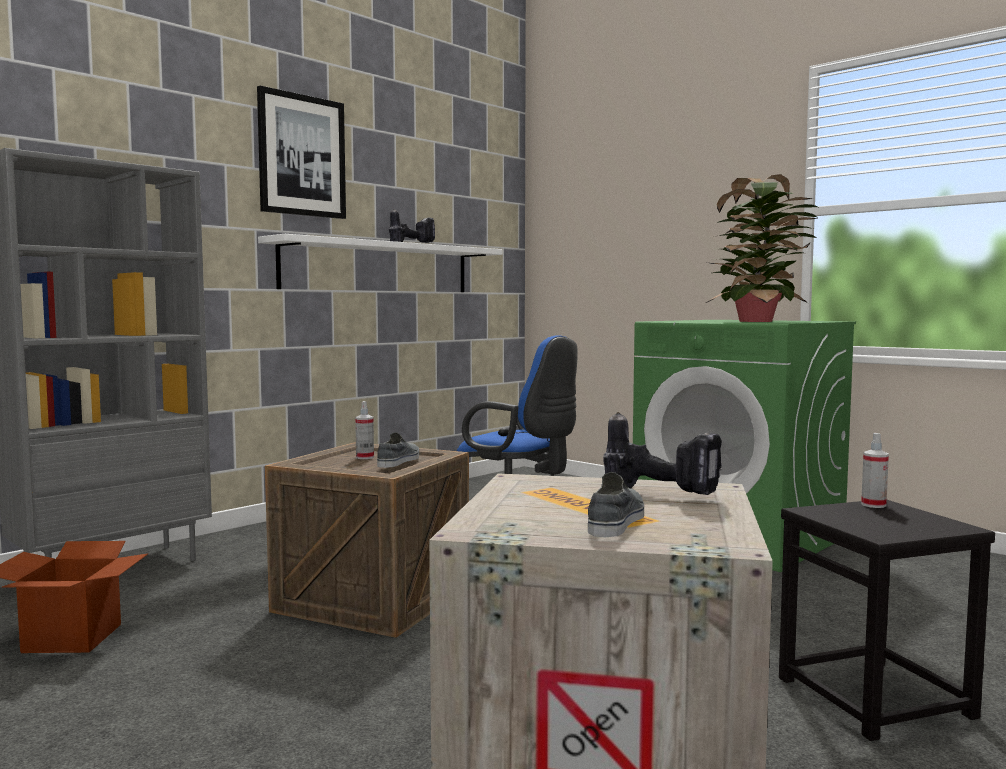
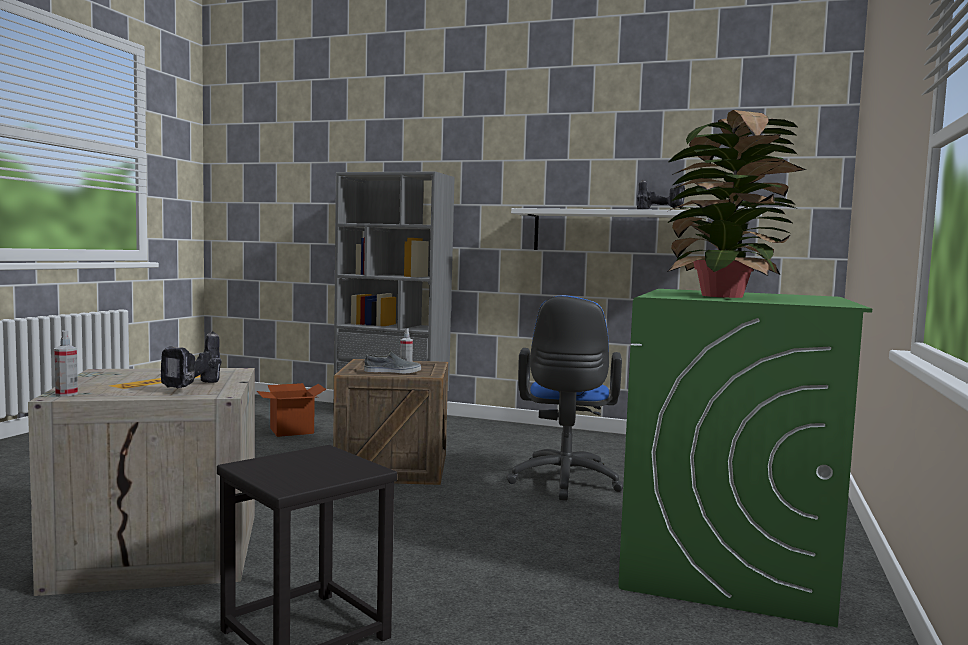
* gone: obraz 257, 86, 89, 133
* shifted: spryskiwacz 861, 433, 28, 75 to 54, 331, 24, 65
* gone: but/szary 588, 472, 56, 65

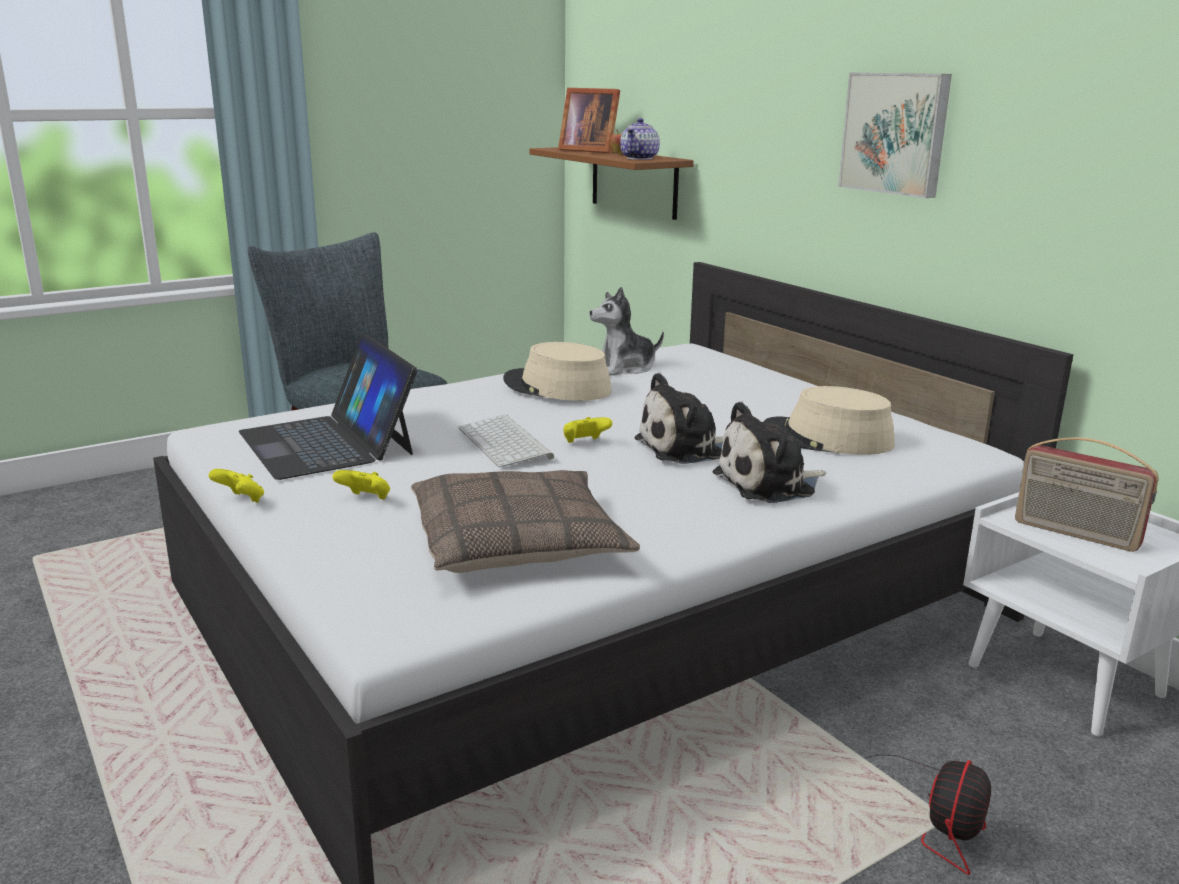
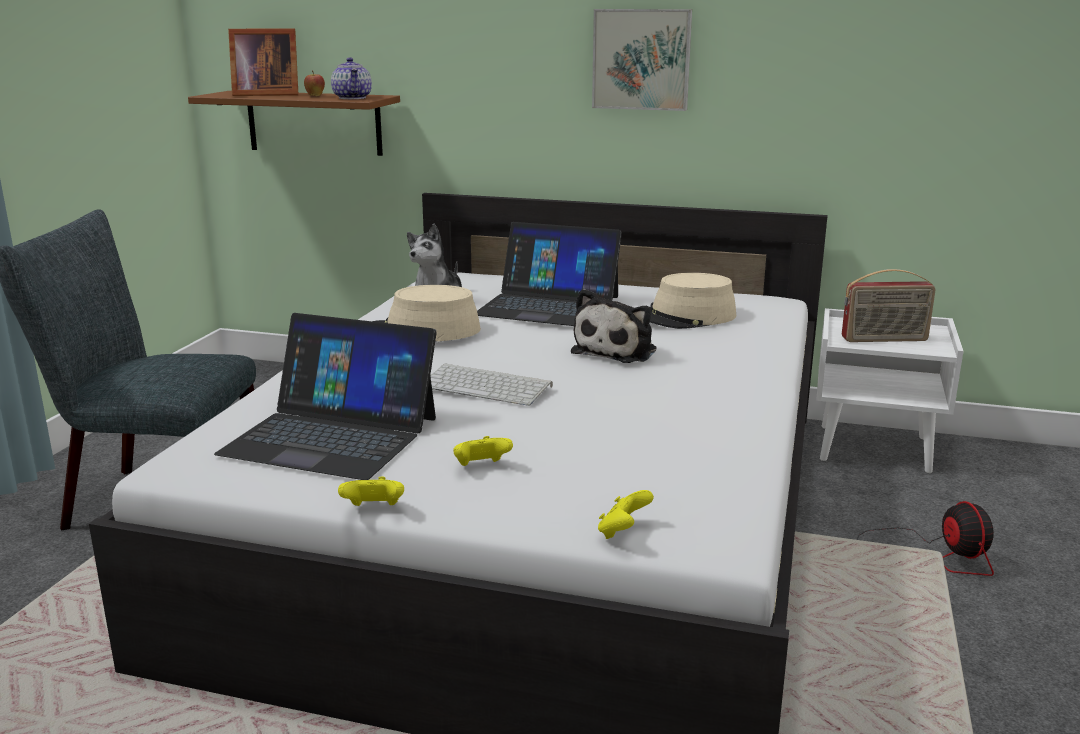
* gone: pluszak 713, 401, 113, 102
* shifted: pad do gier/żółty 563, 417, 49, 26 to 598, 490, 56, 49
* gone: poduszka 411, 470, 229, 103
* new: laptop 477, 222, 145, 104

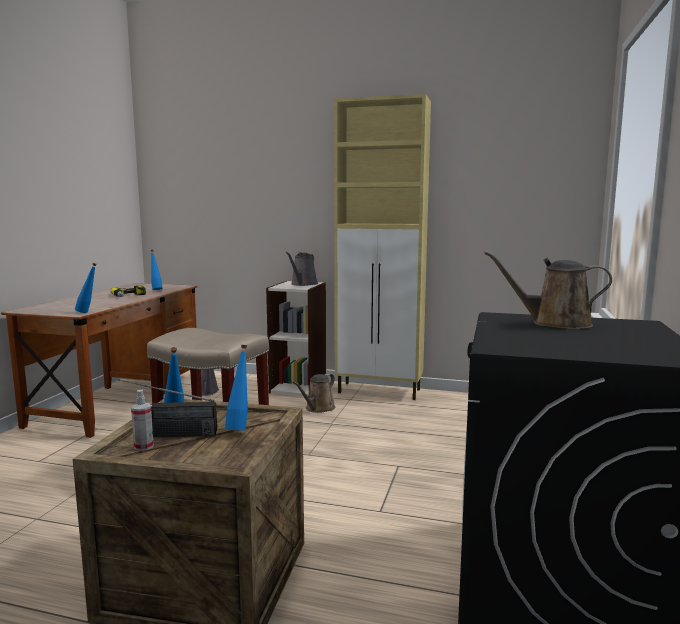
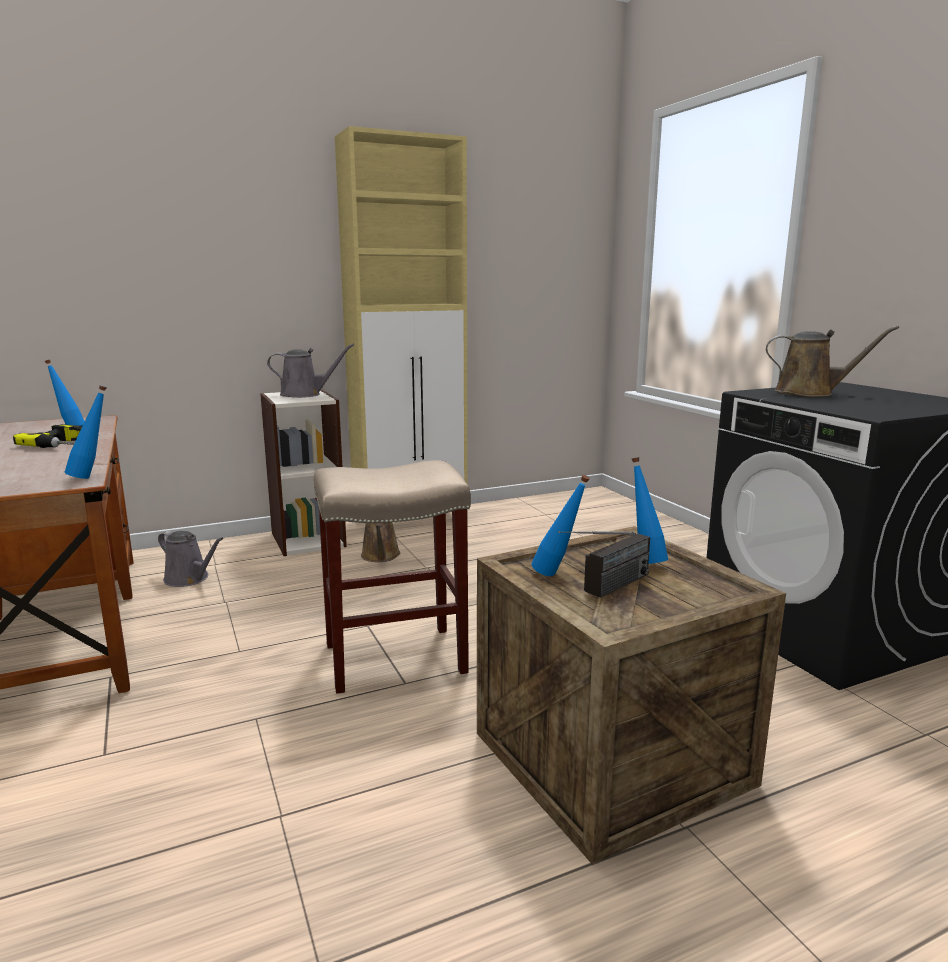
* rotated: konewka/brązowy 484, 251, 128, 78 = 766, 325, 133, 72 135 degrees counterclockwise
* rotated: konewka/szary 286, 252, 32, 34 = 267, 344, 87, 54 75 degrees counterclockwise
* gone: spryskiwacz 131, 390, 23, 61

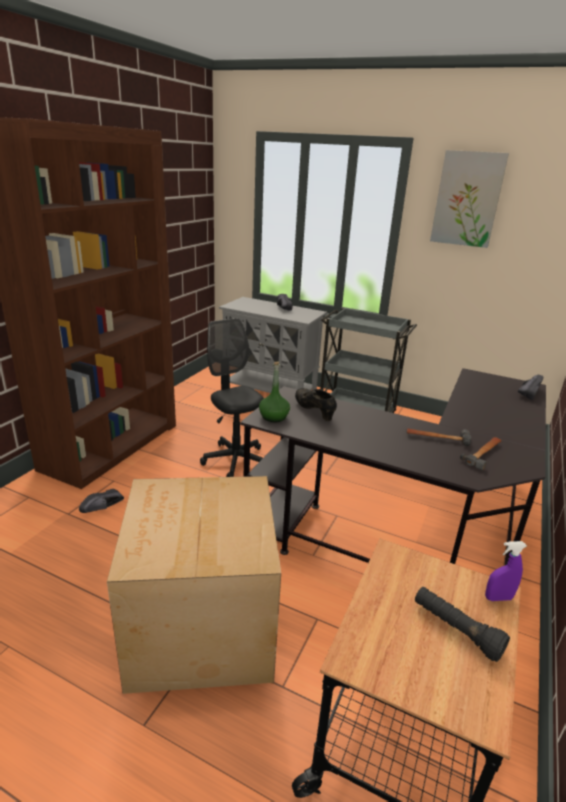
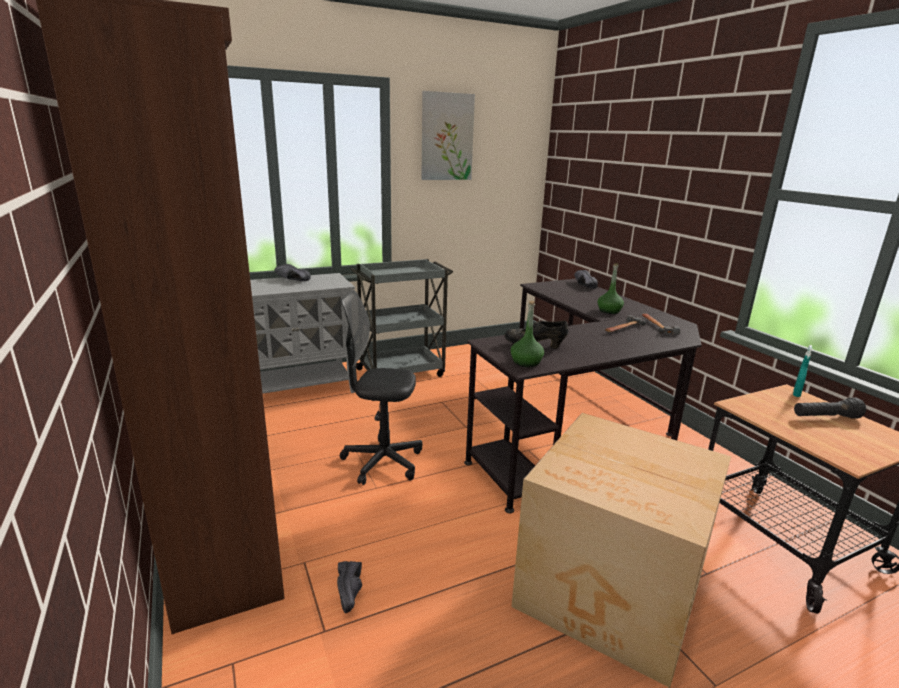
* repainted: spryskiwacz/fioletowy 485, 541, 42, 60 to spryskiwacz/turkusowy 793, 345, 19, 52
* new: butelka/zielony 597, 263, 27, 51

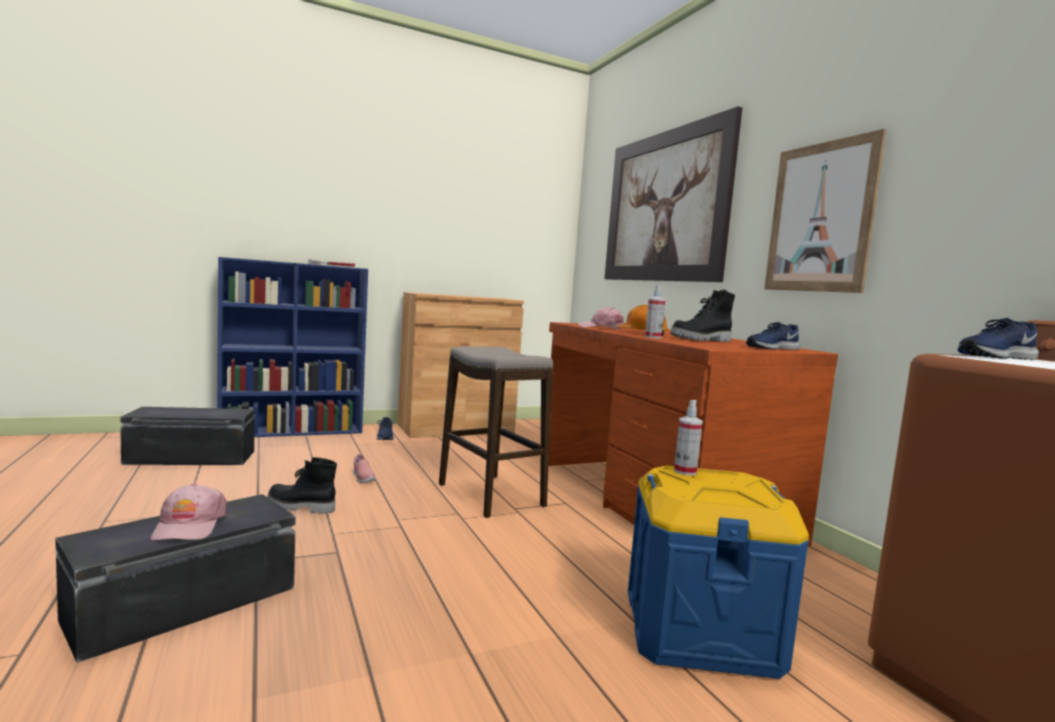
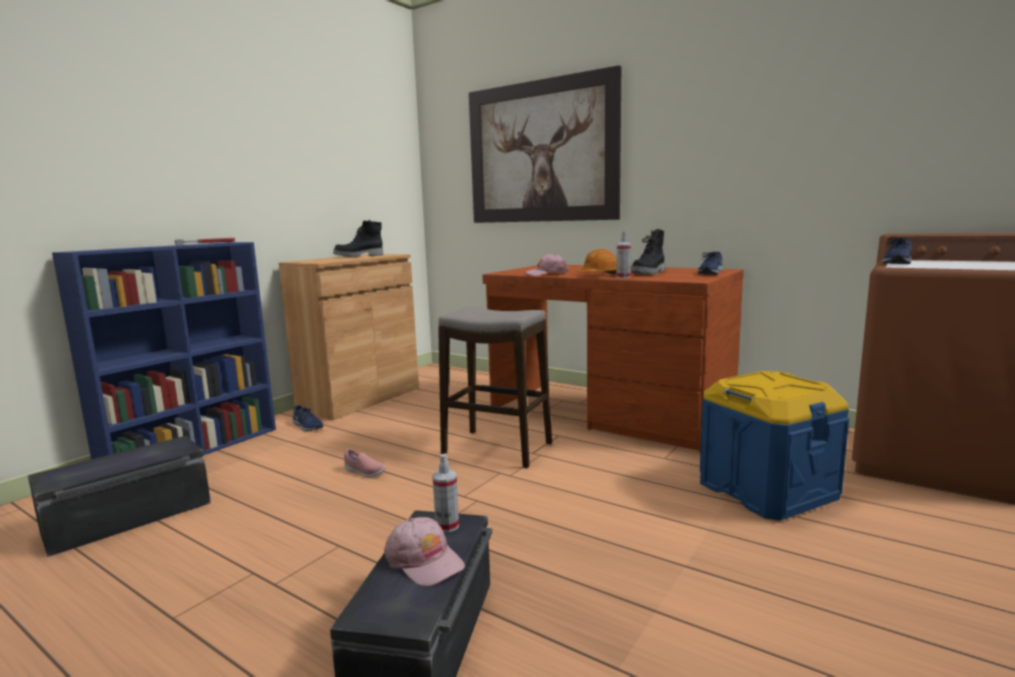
* gone: obraz 764, 129, 123, 164
* shifted: spryskiwacz 674, 400, 28, 76 to 432, 454, 27, 78
* shifted: but z cholewką/czarny 267, 457, 70, 57 to 333, 220, 50, 37

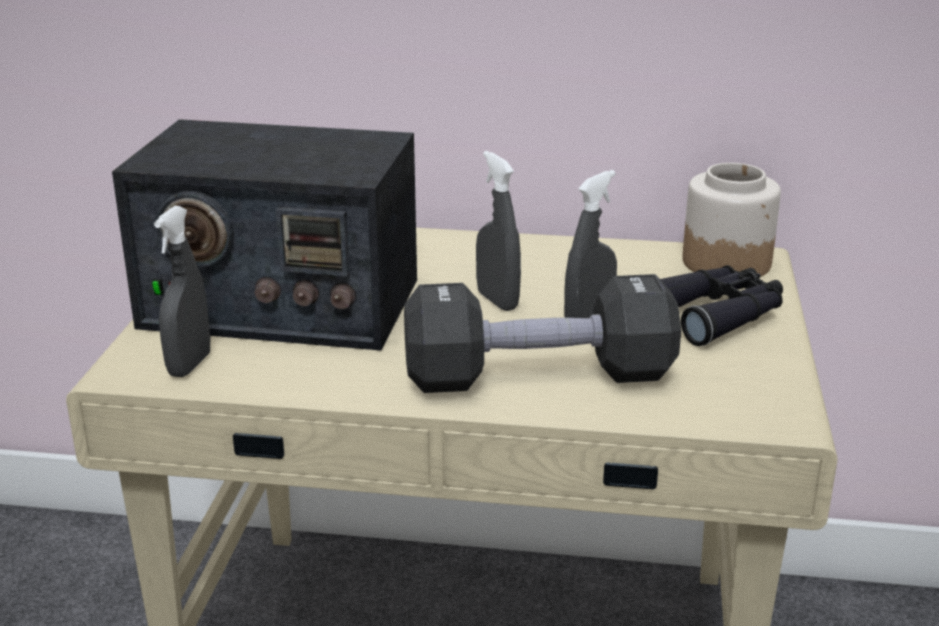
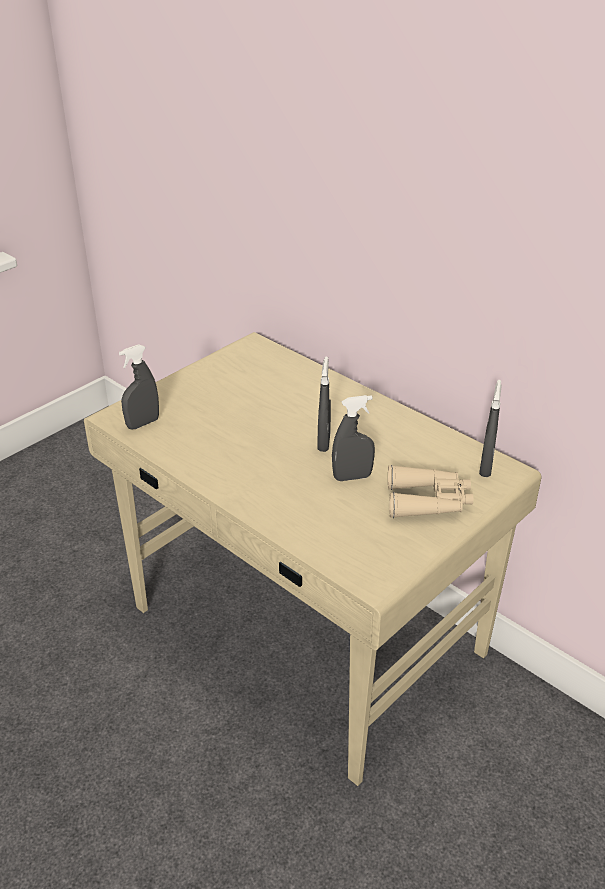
* gone: radio 112, 119, 305, 232
* swapped: słoik 683, 163, 98, 113 to spryskiwacz/szary 479, 380, 23, 97
* repainted: lornetka/czarny 660, 265, 123, 81 to lornetka/beżowy 388, 465, 86, 53
* gone: hantel/czarny 404, 274, 277, 119

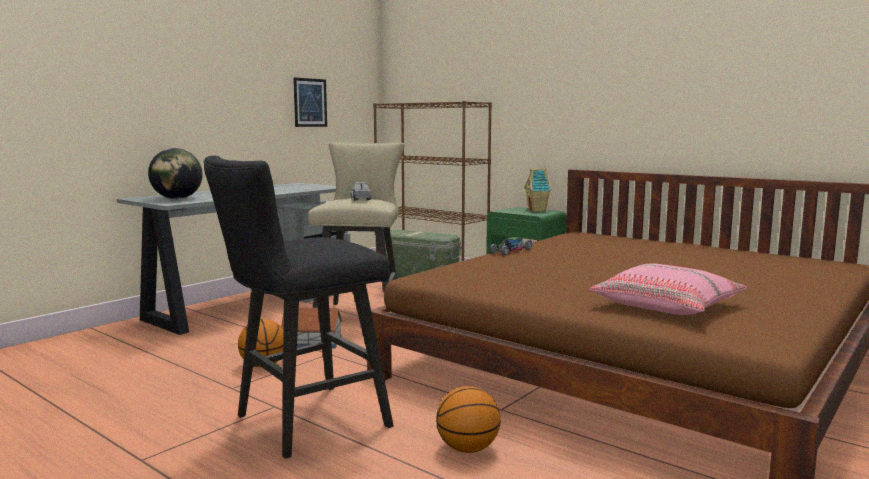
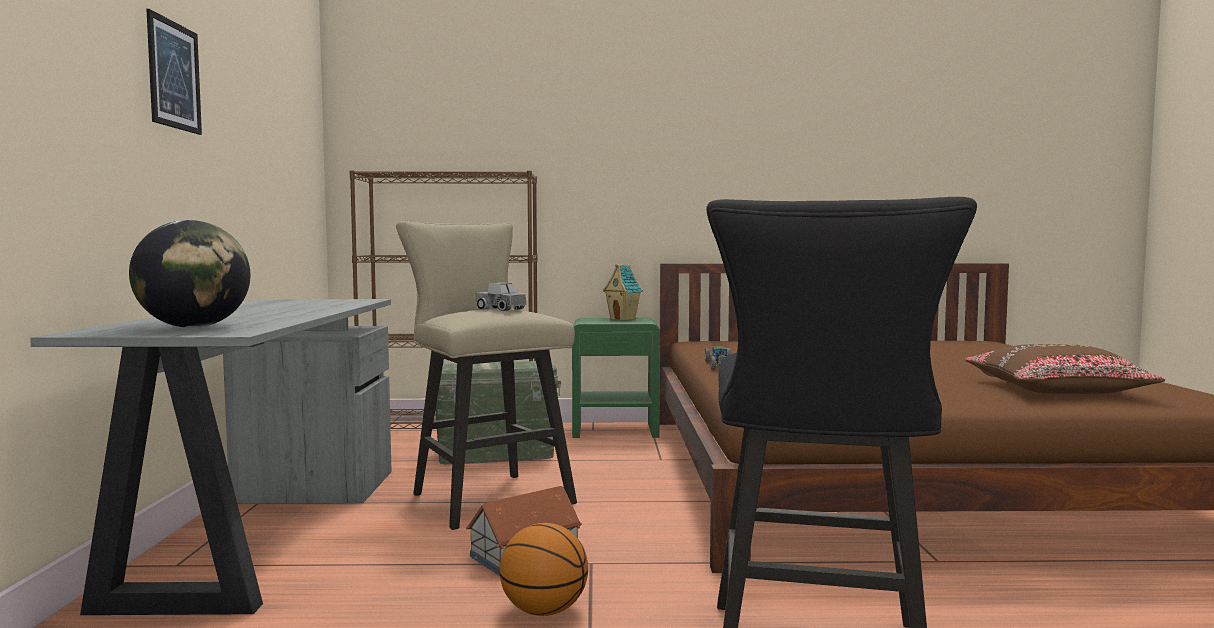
* shifted: obraz 293, 77, 34, 50 to 146, 9, 56, 126
* repainted: poduszka/różowy 589, 263, 158, 52 to poduszka/brązowy 965, 344, 200, 50
* gone: piłka do koszykówki 436, 386, 64, 67

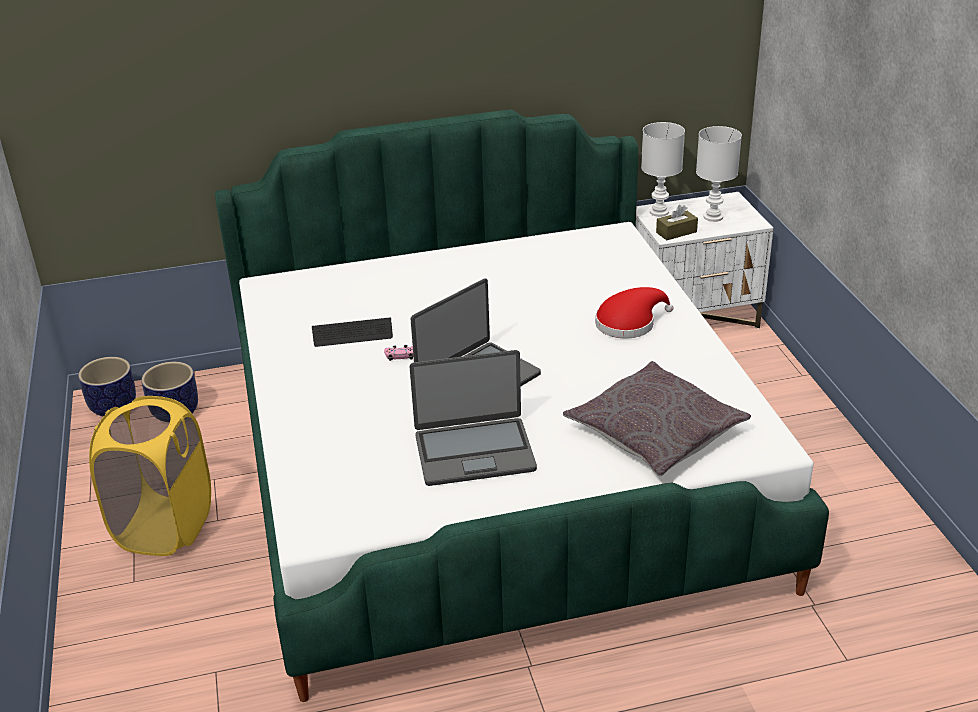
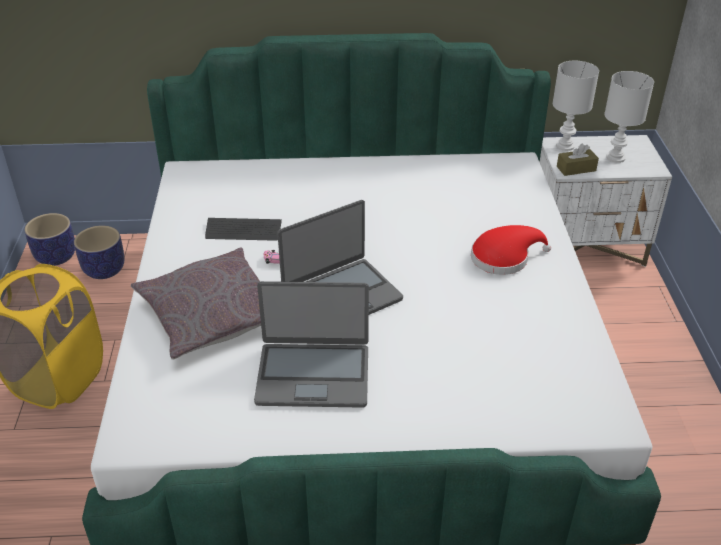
* shifted: poduszka/szary 563, 361, 188, 115 to 131, 247, 130, 113

